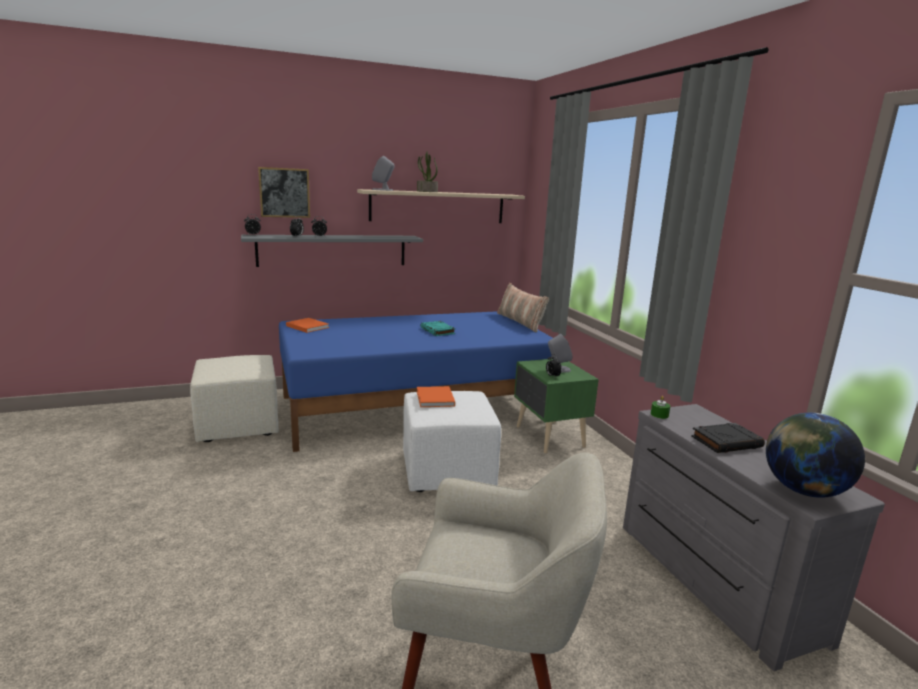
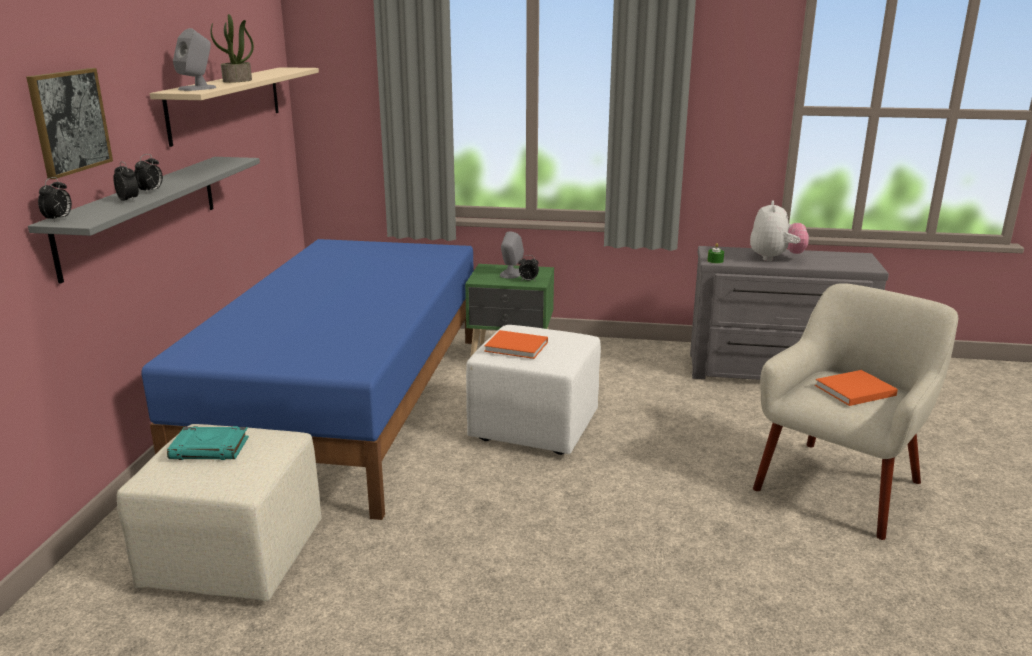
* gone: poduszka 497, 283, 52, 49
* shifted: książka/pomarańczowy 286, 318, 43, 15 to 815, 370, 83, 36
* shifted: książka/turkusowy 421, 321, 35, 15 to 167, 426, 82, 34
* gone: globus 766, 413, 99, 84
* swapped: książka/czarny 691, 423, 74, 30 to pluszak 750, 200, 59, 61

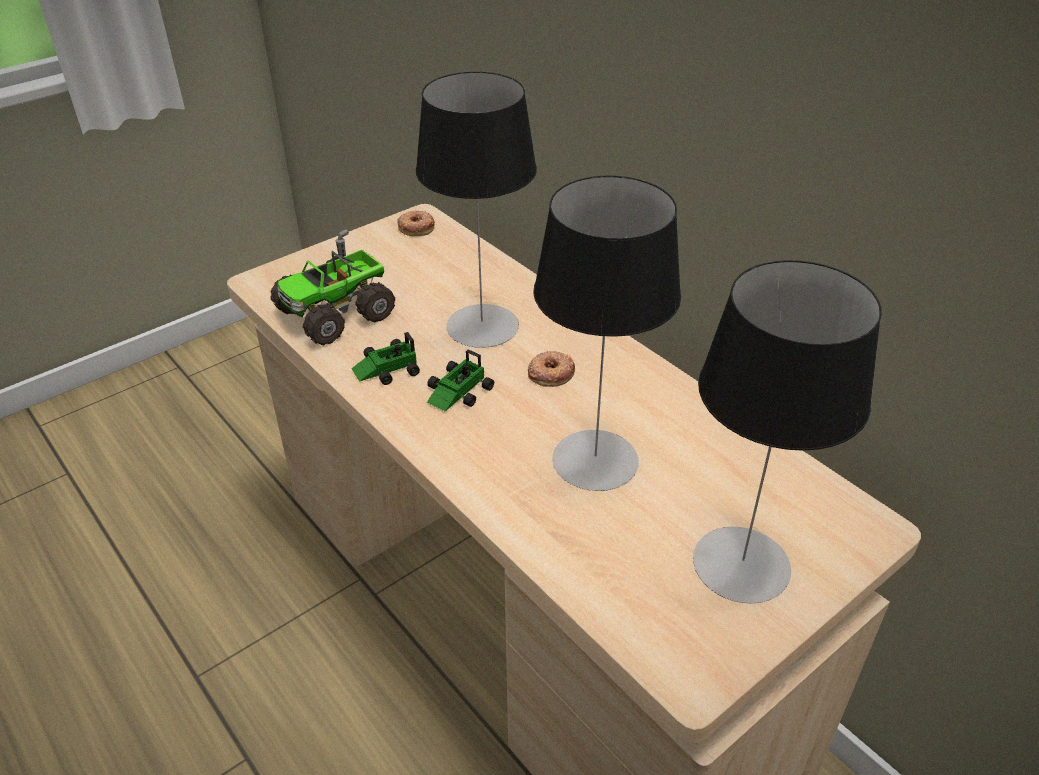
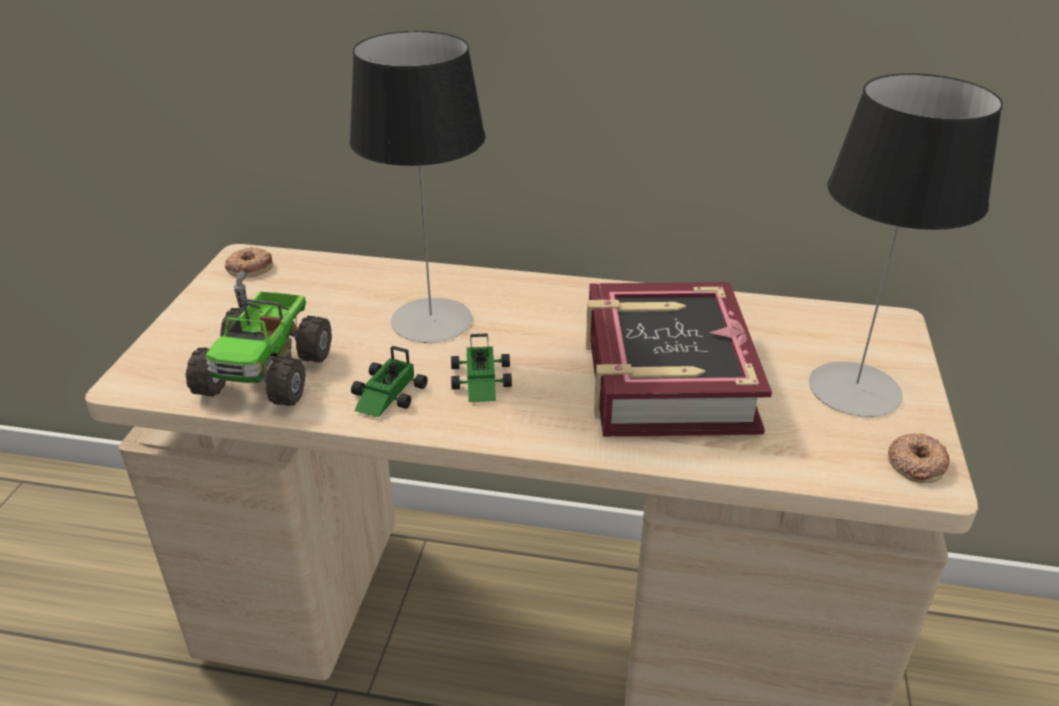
* swapped: lampa stołowa 533, 176, 148, 315 to książka 586, 282, 186, 155
* shifted: donut 528, 351, 47, 36 to 888, 433, 62, 50

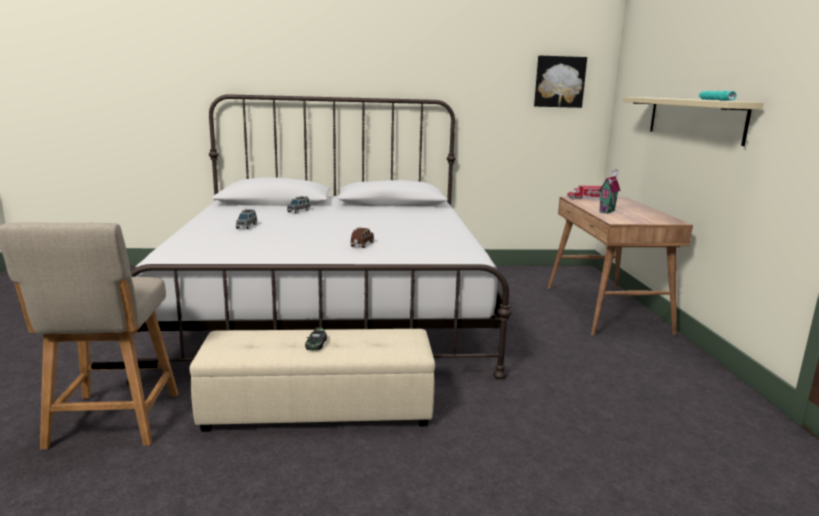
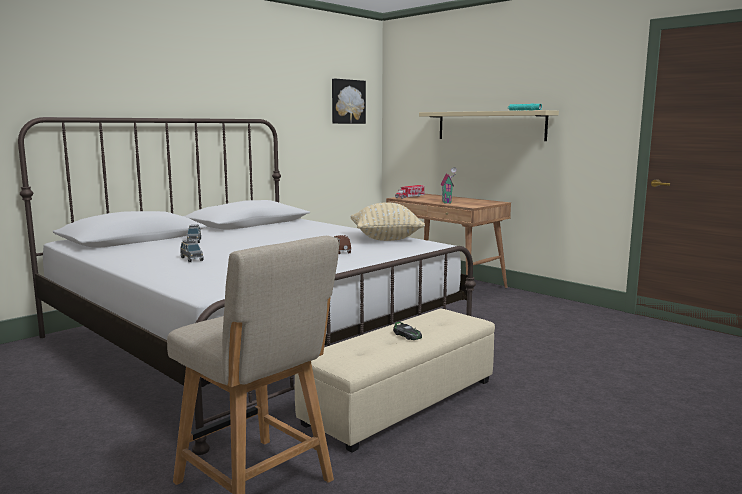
* new: poduszka/beżowy 350, 202, 75, 39

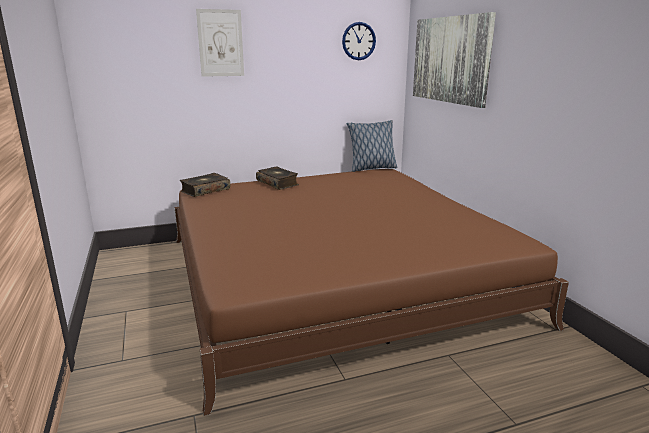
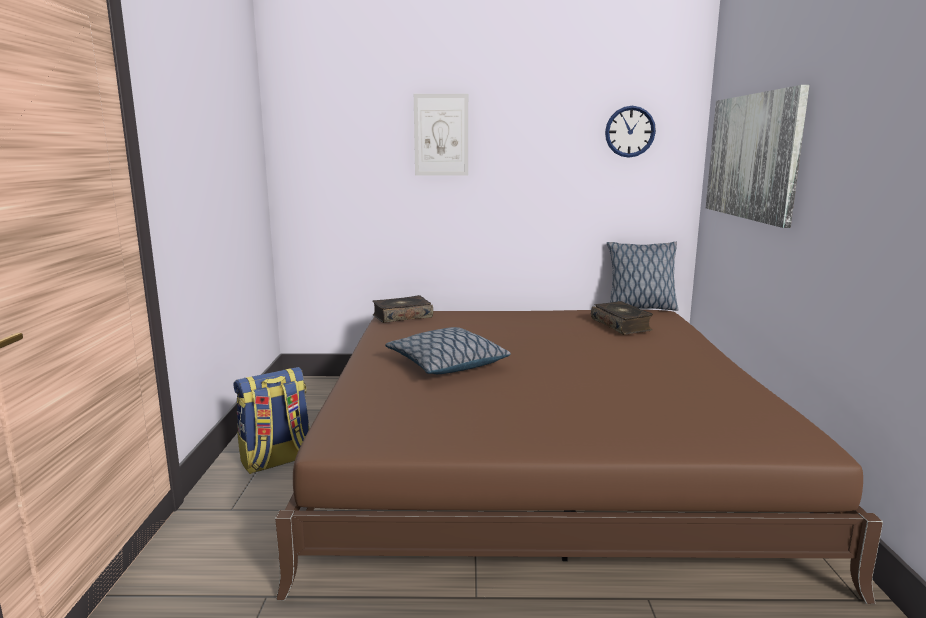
* shifted: książka 256, 166, 43, 24 to 591, 301, 62, 34
* new: poduszka 385, 327, 126, 47
* new: plecak 233, 367, 76, 107

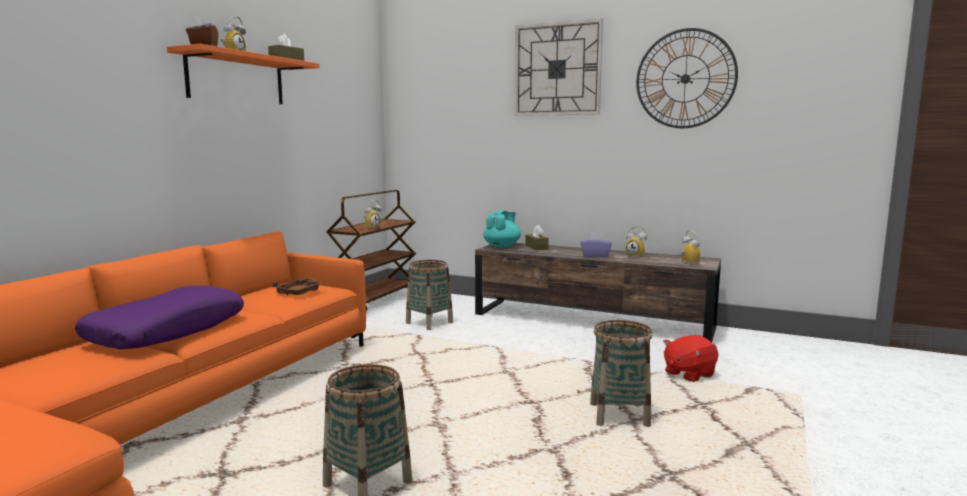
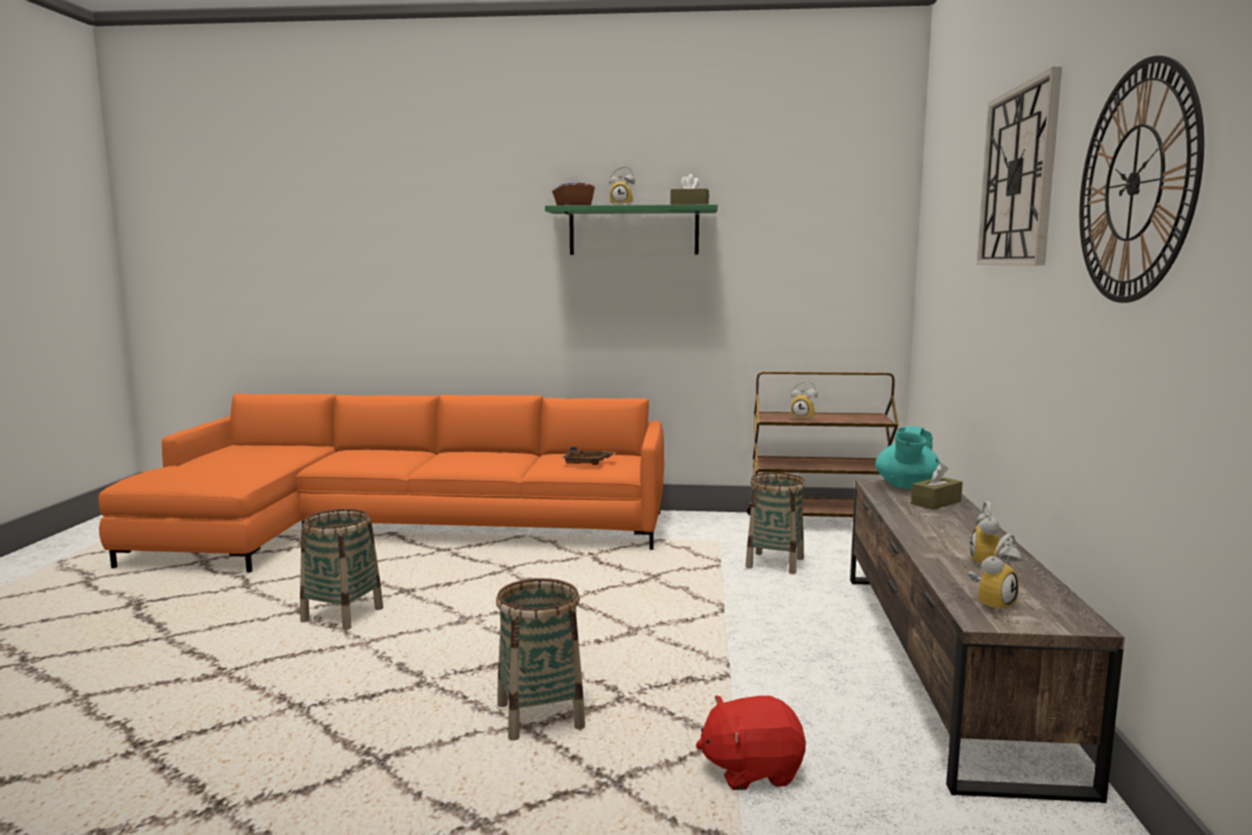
* repainted: półka/pomarańczowy 167, 44, 153, 60 to półka/zielony 545, 205, 173, 50
* rotated: imbryk/turkusowy 483, 211, 38, 36 = 875, 426, 66, 63 105 degrees clockwise
* gone: pudełko chusteczek/fioletowy 581, 232, 31, 26
* gone: poduszka/fioletowy 75, 285, 169, 64
* rotated: pluszak/czerwony 663, 335, 56, 47 = 696, 696, 110, 94 45 degrees counterclockwise

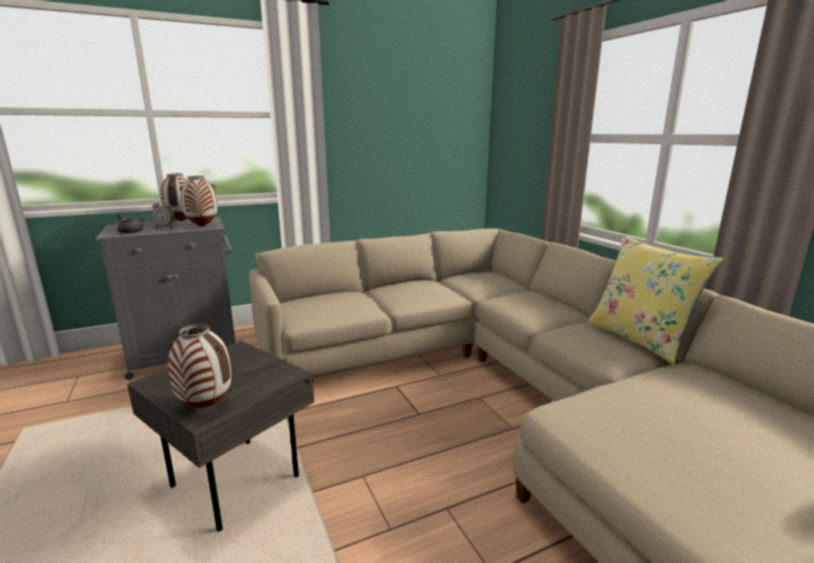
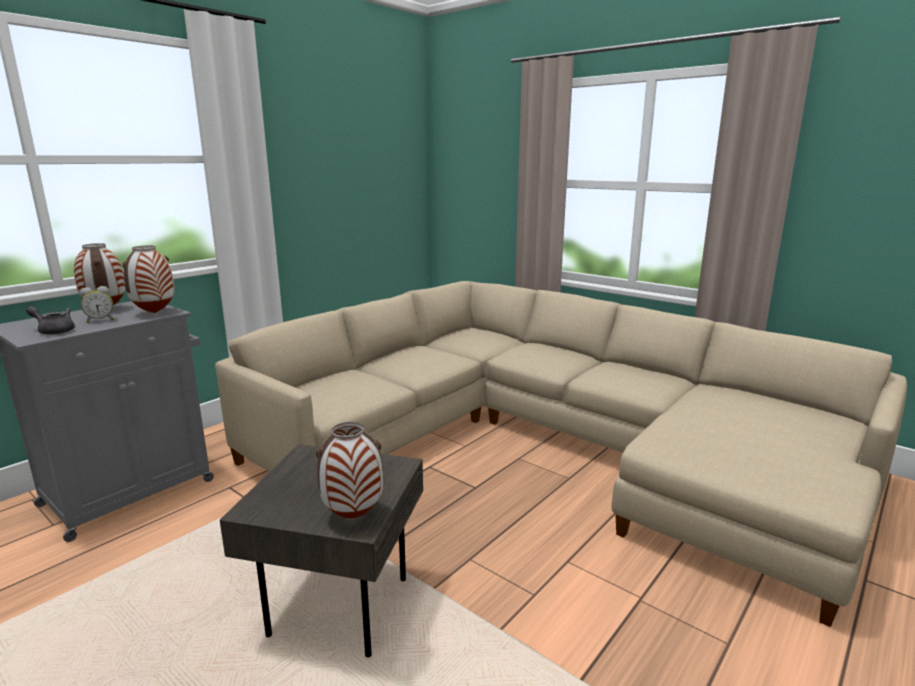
* gone: poduszka/żółty 587, 235, 137, 130

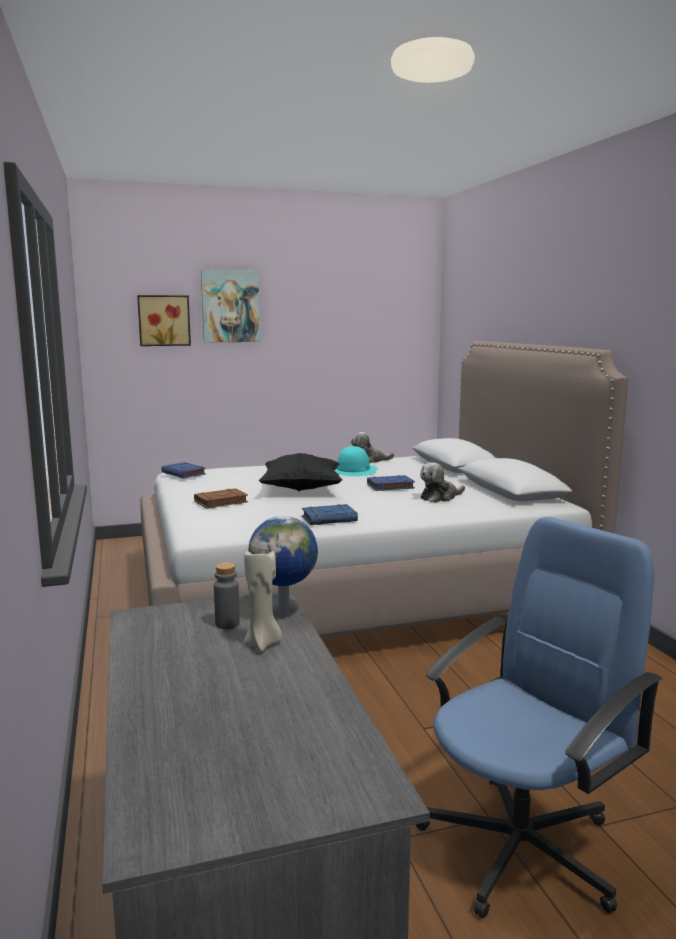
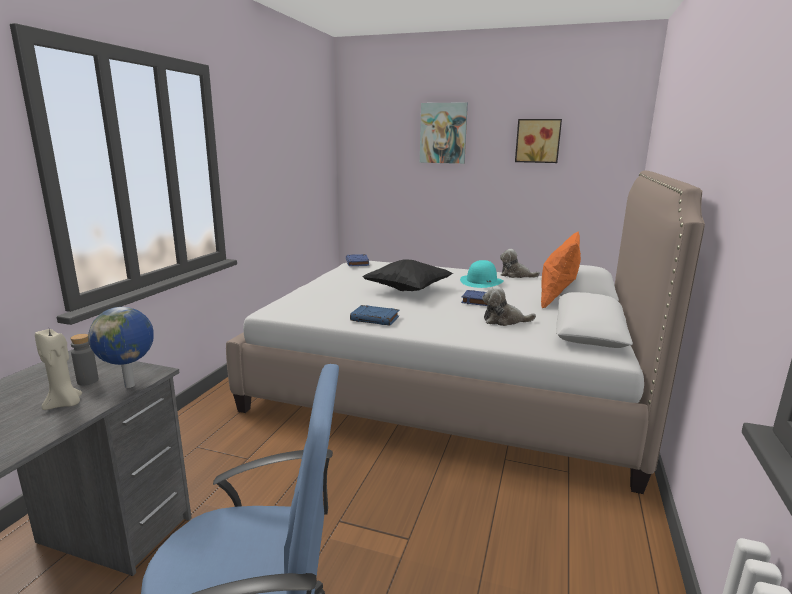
* shifted: obraz 137, 295, 54, 51 to 515, 119, 47, 44
* gone: książka/brązowy 194, 488, 54, 20
* new: poduszka/pomarańczowy 541, 232, 40, 76

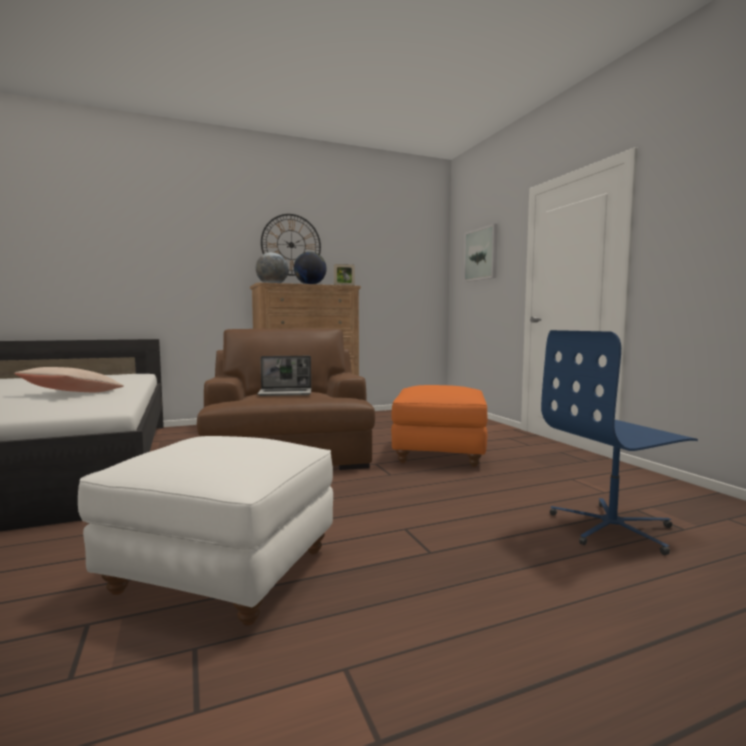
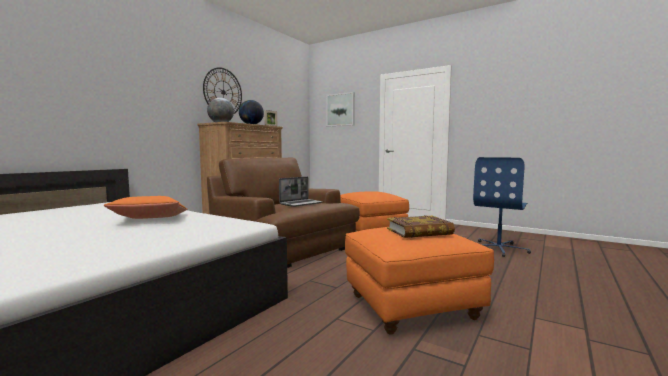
* repainted: poduszka/beżowy 14, 367, 110, 25 to poduszka/pomarańczowy 104, 196, 83, 23
* repainted: pufa/biały 78, 436, 255, 190 to pufa/pomarańczowy 345, 227, 149, 108
* new: książka 387, 215, 68, 23

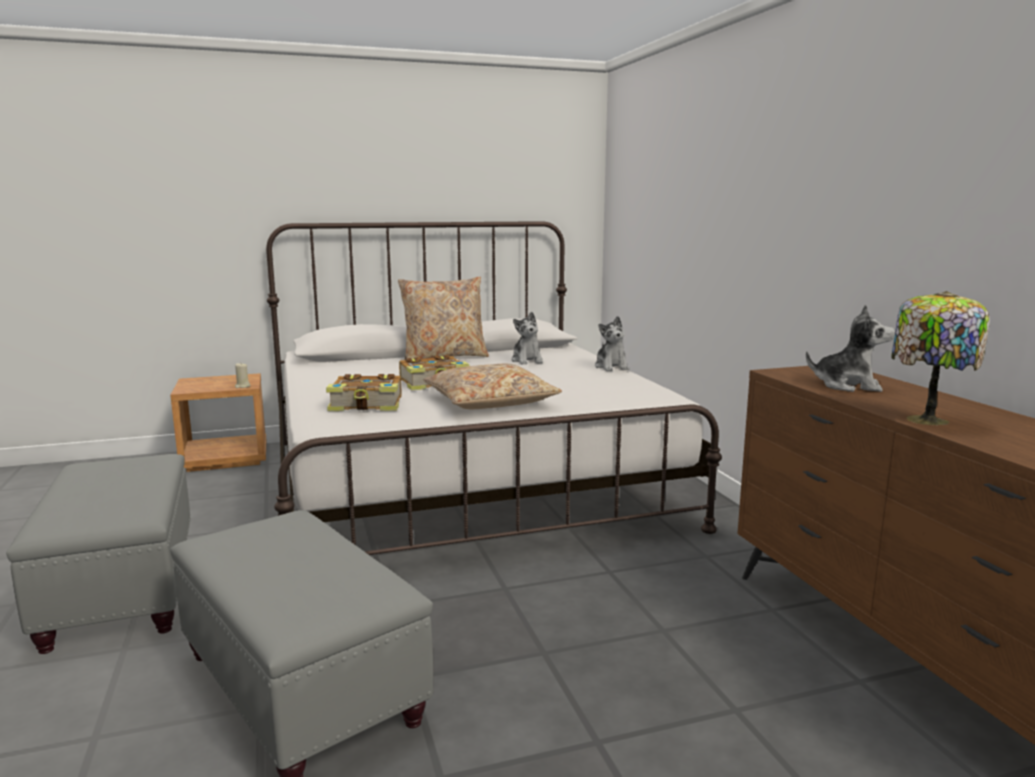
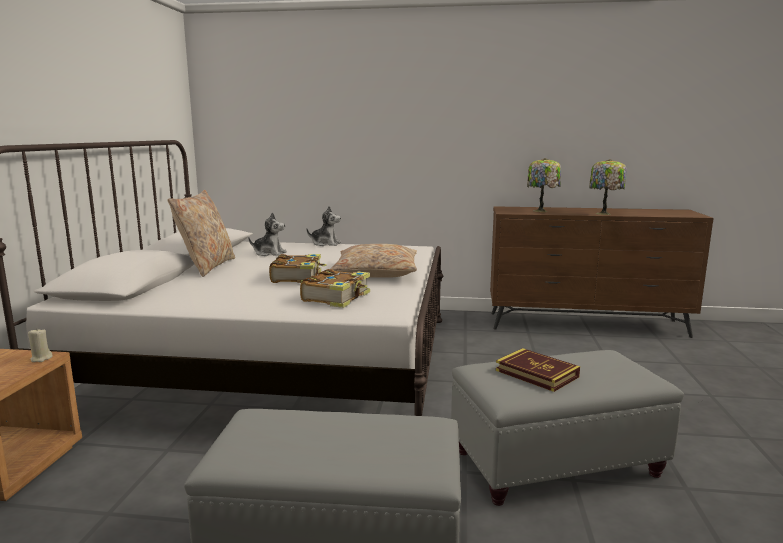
* swapped: pluszak 806, 305, 89, 87 to lampa stołowa 527, 158, 34, 54
* new: książka 496, 348, 84, 44

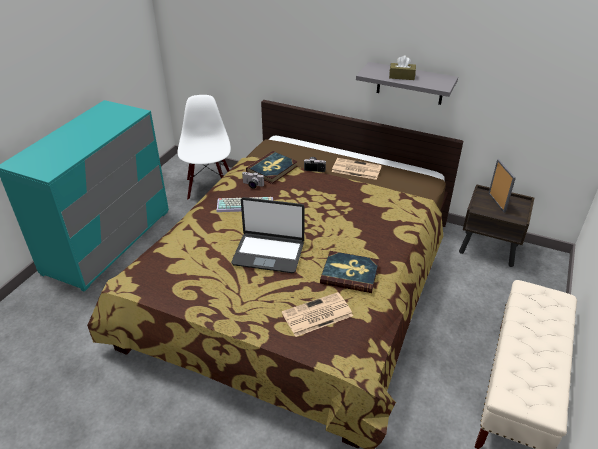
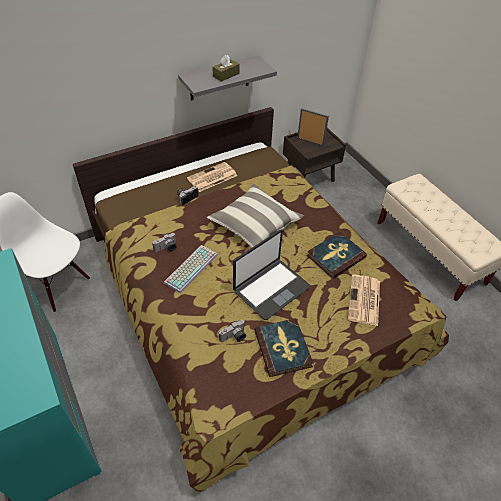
* shifted: książka 246, 151, 52, 33 to 254, 319, 60, 58
* new: poduszka 207, 184, 97, 64
* new: aparat fotograficzny 219, 319, 27, 23

